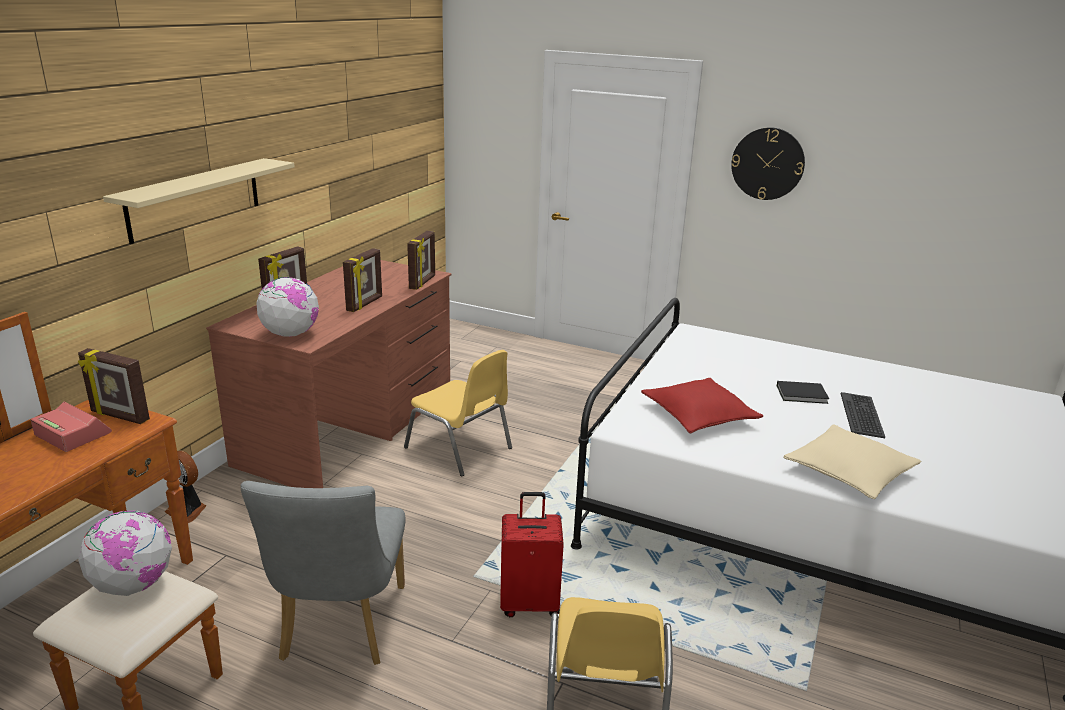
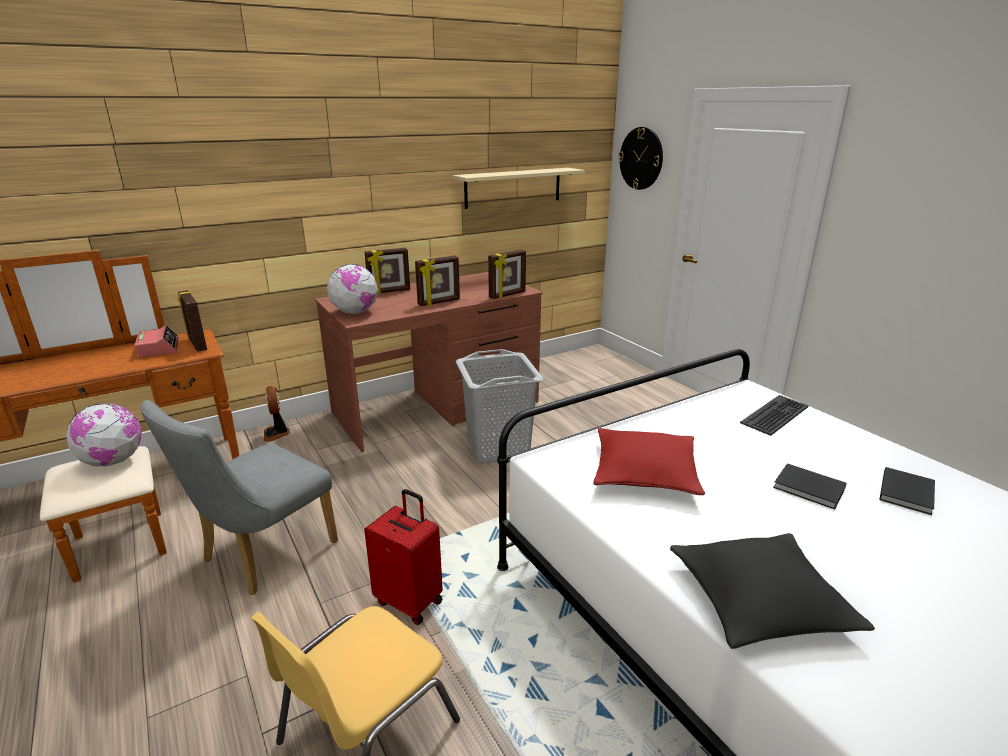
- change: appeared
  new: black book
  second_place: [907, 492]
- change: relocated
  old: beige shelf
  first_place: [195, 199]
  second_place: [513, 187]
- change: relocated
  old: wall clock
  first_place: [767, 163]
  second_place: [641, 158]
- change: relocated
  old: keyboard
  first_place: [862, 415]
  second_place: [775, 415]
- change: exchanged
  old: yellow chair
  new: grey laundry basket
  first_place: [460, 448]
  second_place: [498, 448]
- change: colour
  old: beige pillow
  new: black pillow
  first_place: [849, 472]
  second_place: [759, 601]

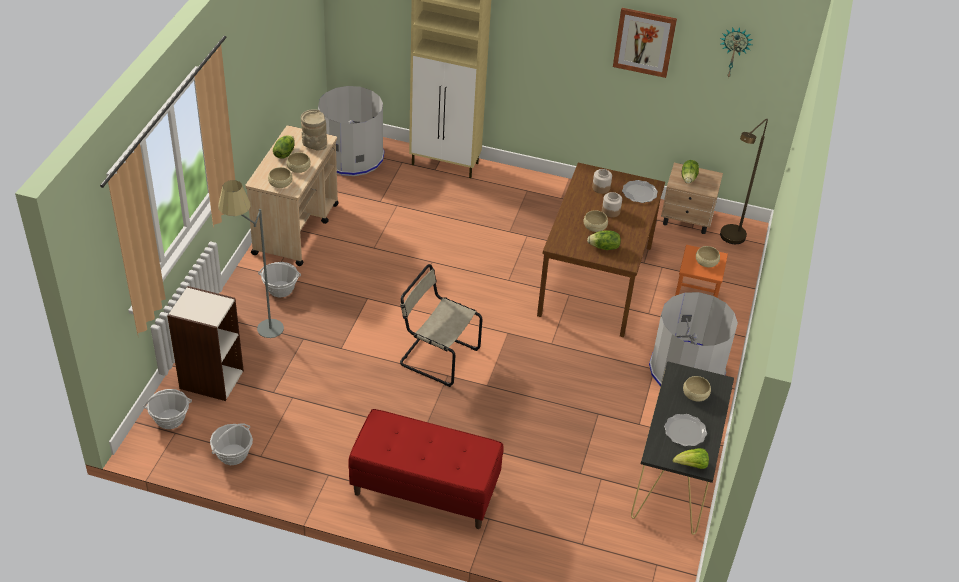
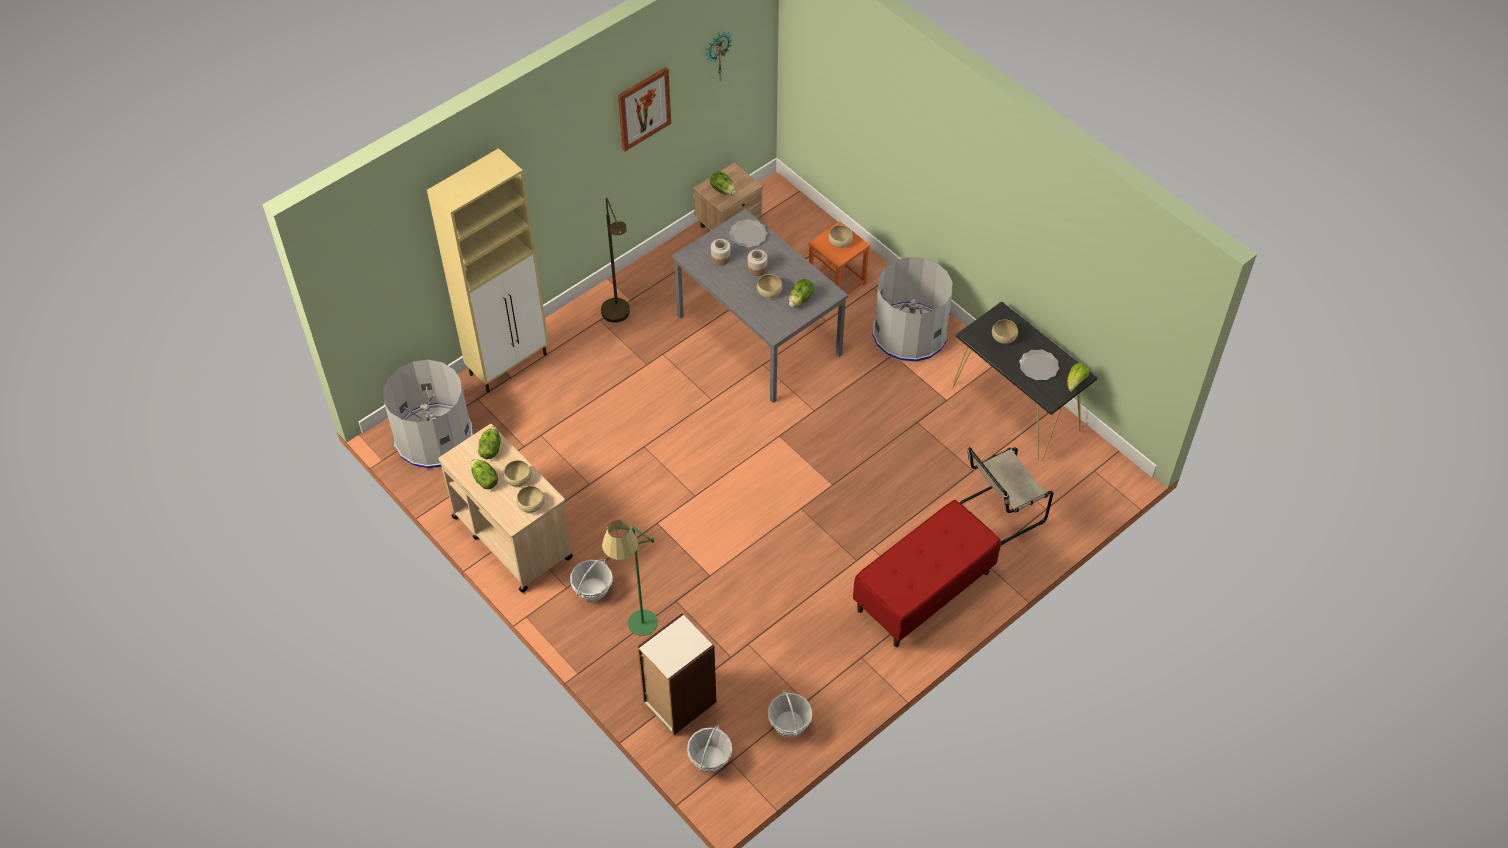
- change: relocated
  old: beige chair
  first_place: [436, 356]
  second_place: [999, 514]
- change: relocated
  old: brown floor lamp
  first_place: [729, 240]
  second_place: [619, 317]
- change: exchanged
  old: beige vase
  new: lettuce
  first_place: [314, 145]
  second_place: [490, 449]
- change: colour
  old: grey floor lamp
  new: green floor lamp
  first_place: [258, 330]
  second_place: [637, 634]
- change: colour
  old: brown dining table
  new: grey dining table
  first_place: [596, 281]
  second_place: [760, 335]

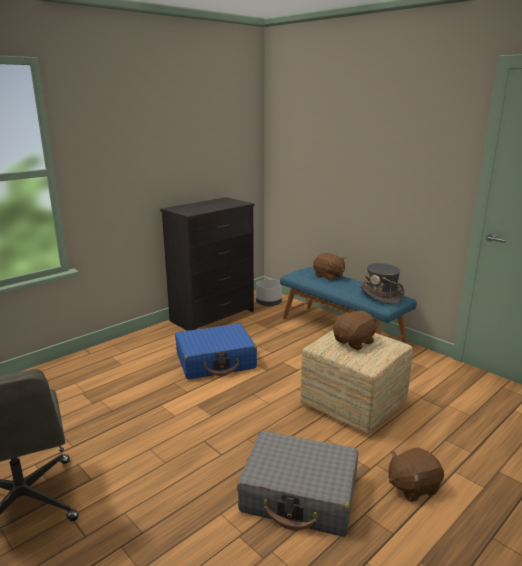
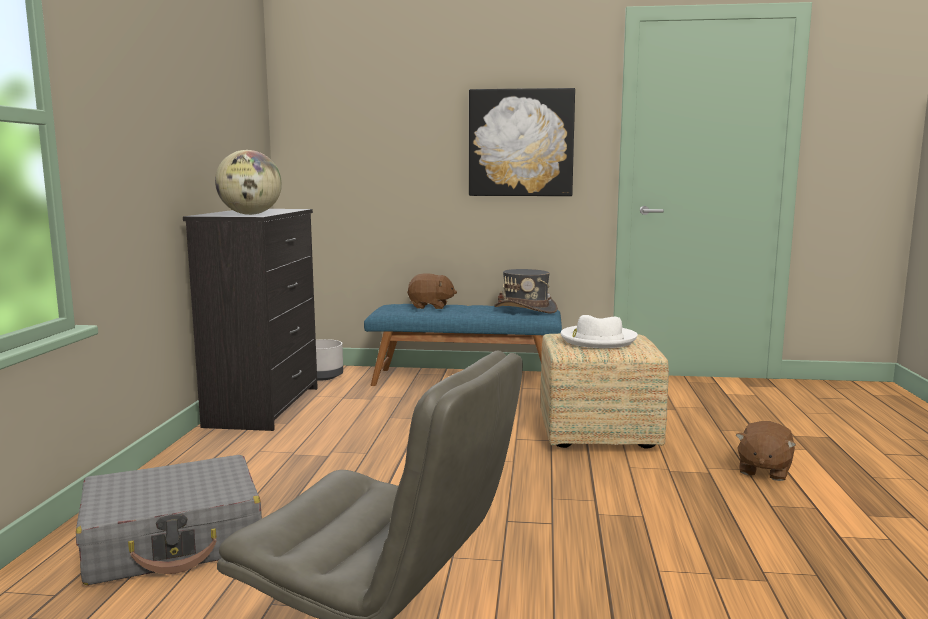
- change: missing
  old: blue suitcase
  first_place: [216, 361]
- change: appeared
  new: globe
  second_place: [250, 214]
- change: appeared
  new: picture
  second_place: [521, 143]
- change: relocated
  old: grey suitcase
  first_place: [299, 495]
  second_place: [175, 541]
- change: exchanged
  old: brown plush toy
  new: white hat
  first_place: [354, 342]
  second_place: [597, 340]

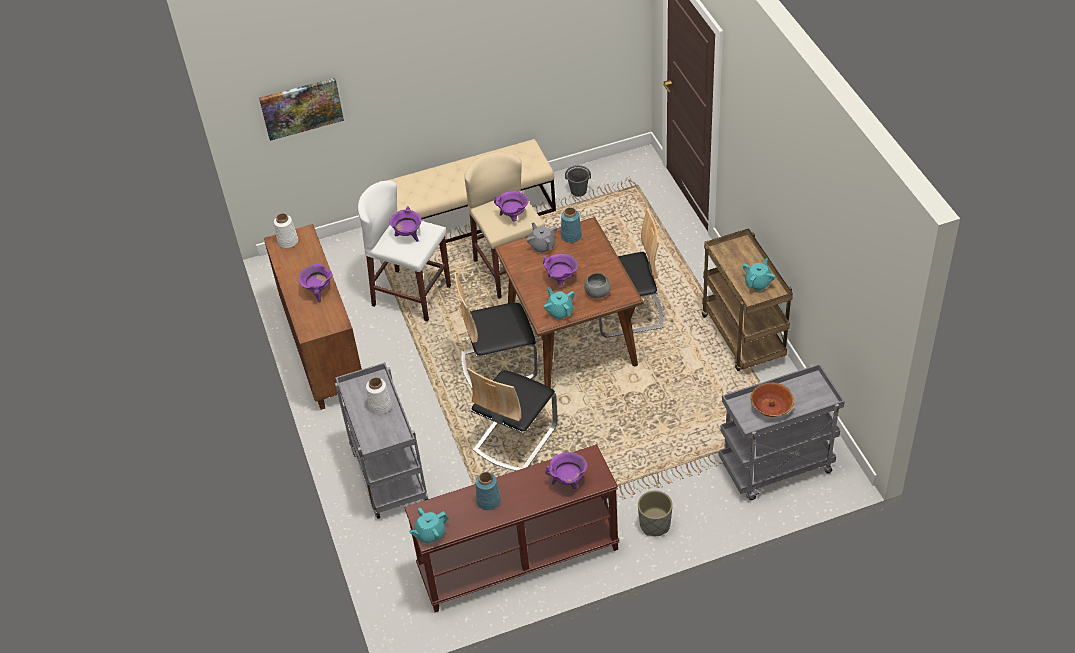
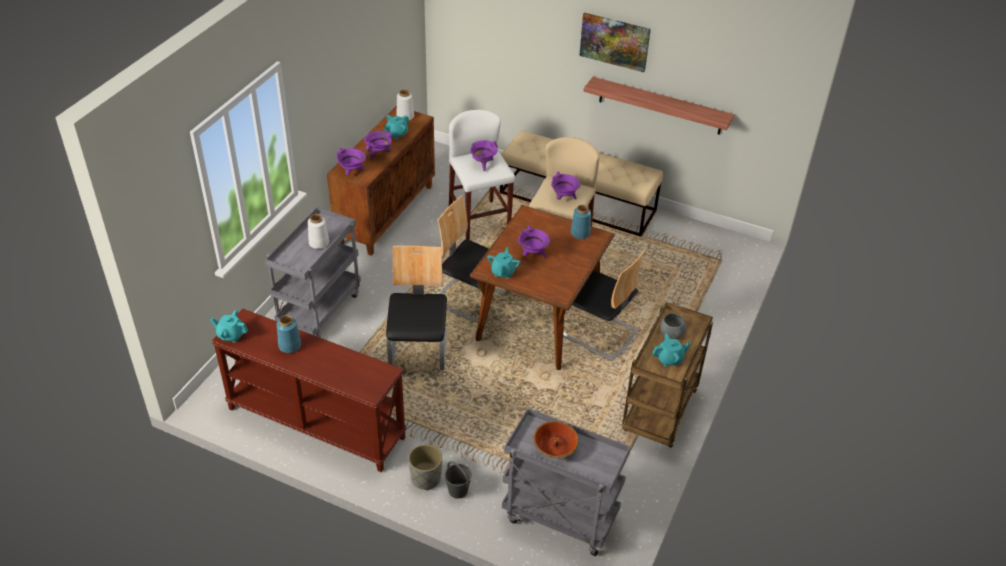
- change: missing
  old: grey teapot
  first_place: [542, 246]
- change: appeared
  new: turquoise teapot
  second_place: [396, 134]
- change: appeared
  new: shelf
  second_place: [660, 106]
- change: relocated
  old: picture
  first_place: [301, 108]
  second_place: [615, 41]
- change: relocated
  old: purple cooking pot
  first_place: [568, 482]
  second_place: [352, 172]
- change: relocated
  old: grey bucket
  first_place: [579, 191]
  second_place: [458, 491]
- change: relocated
  old: grey bowl
  first_place: [597, 293]
  second_place: [671, 334]
- change: spun
  old: chair
  first_place: [514, 438]
  second_place: [419, 350]
  degrees: 105

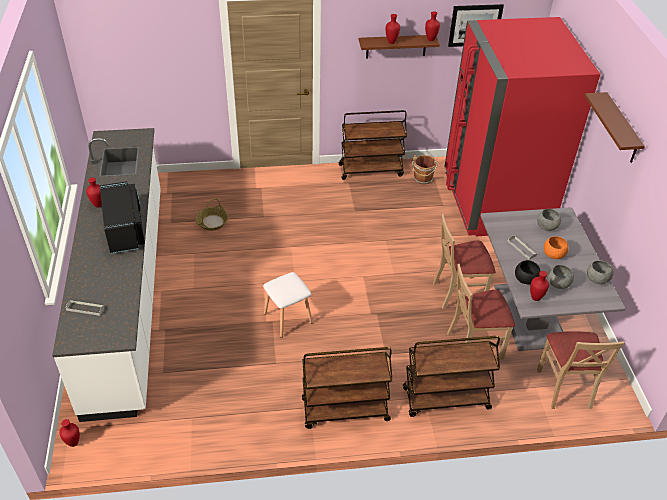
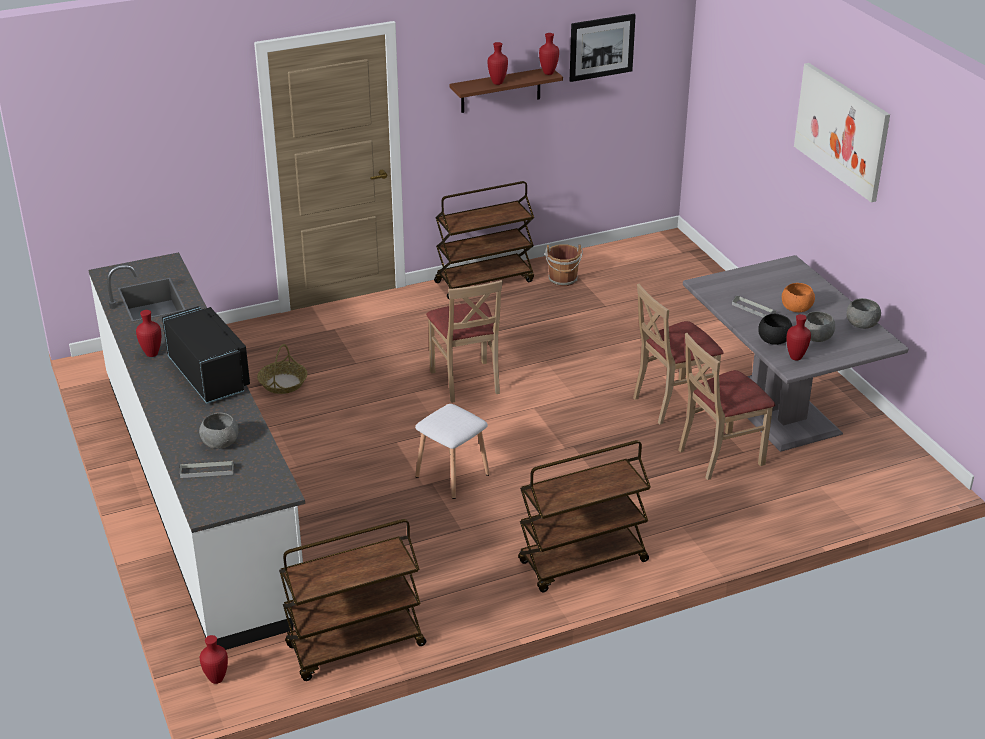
- change: missing
  old: red fridge
  first_place: [496, 201]
- change: relocated
  old: brown cart
  first_place: [445, 399]
  second_place: [355, 647]
- change: relocated
  old: grey bowl
  first_place: [547, 226]
  second_place: [220, 443]
- change: relocated
  old: beige chair
  first_place: [565, 388]
  second_place: [466, 381]
- change: exchanged
  old: brown shelf
  new: picture
  first_place: [621, 129]
  second_place: [841, 130]

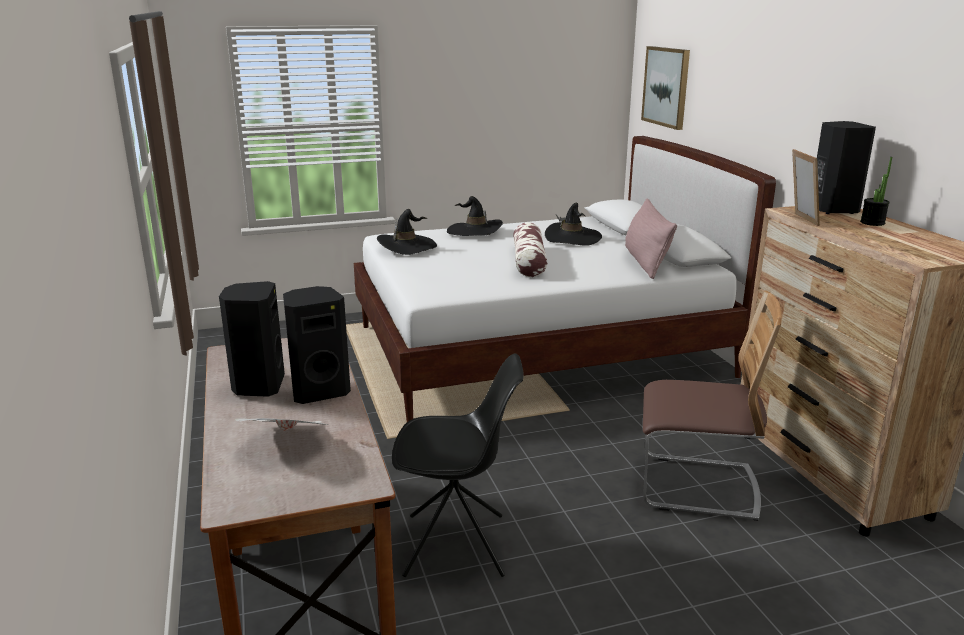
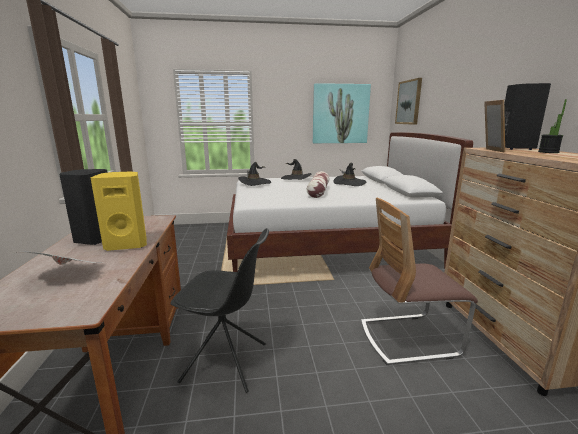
- change: missing
  old: pink pillow
  first_place: [645, 262]
- change: appeared
  new: picture
  second_place: [340, 114]
- change: colour
  old: black speaker
  new: yellow speaker
  first_place: [319, 391]
  second_place: [128, 244]
- change: spun
  old: chair
  first_place: [697, 487]
  second_place: [408, 338]
  degrees: 150

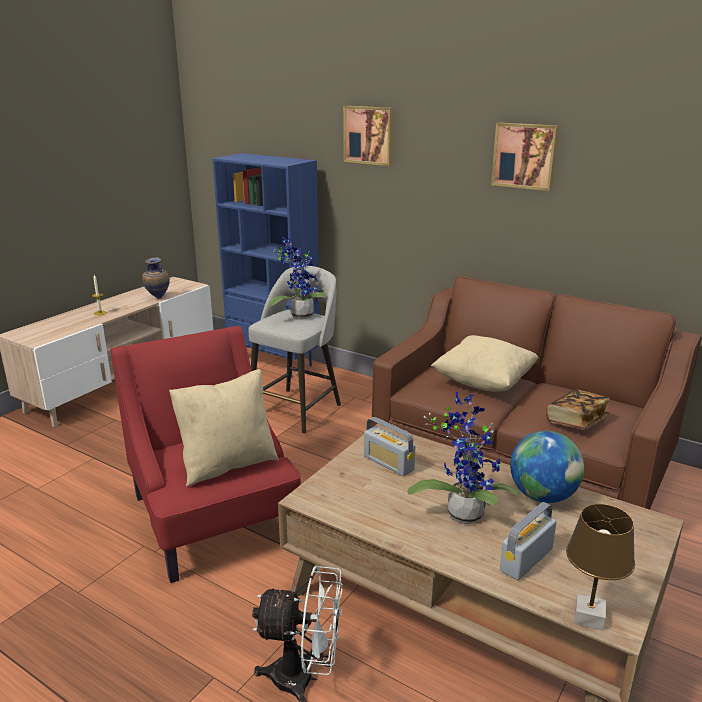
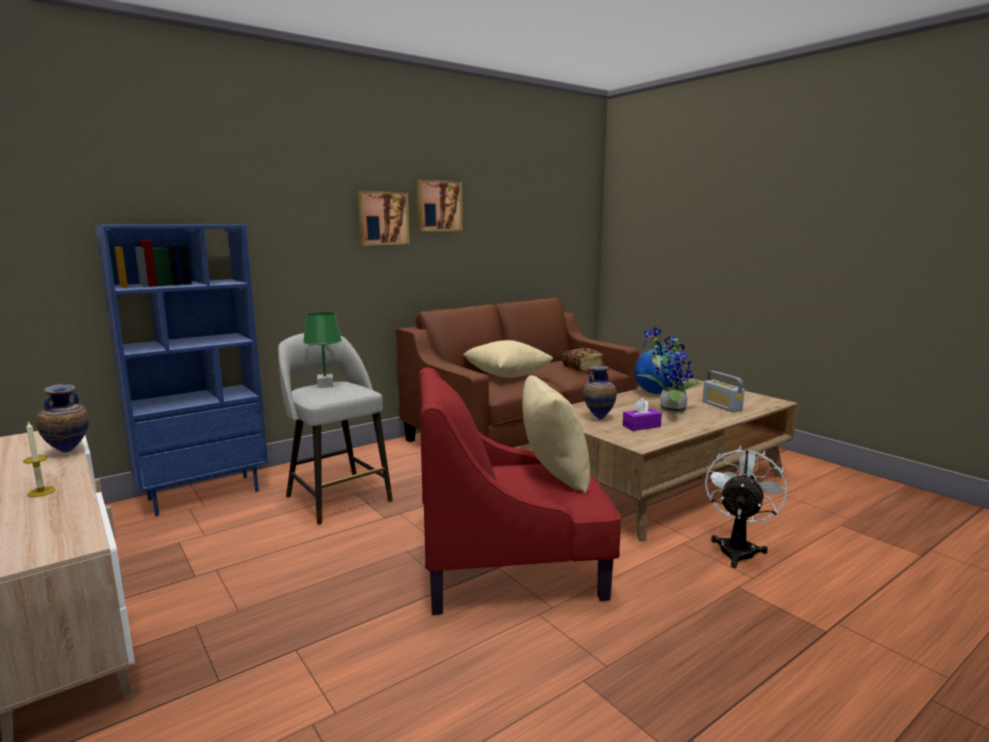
- change: missing
  old: brown table lamp
  first_place: [589, 618]
- change: appeared
  new: purple tissue box
  second_place: [641, 426]
- change: relocated
  old: picture
  first_place: [369, 135]
  second_place: [383, 218]
- change: exchanged
  old: potted plant
  new: green table lamp
  first_place: [300, 315]
  second_place: [325, 385]
- change: exchanged
  old: radio
  new: vase
  first_place: [388, 463]
  second_place: [598, 418]

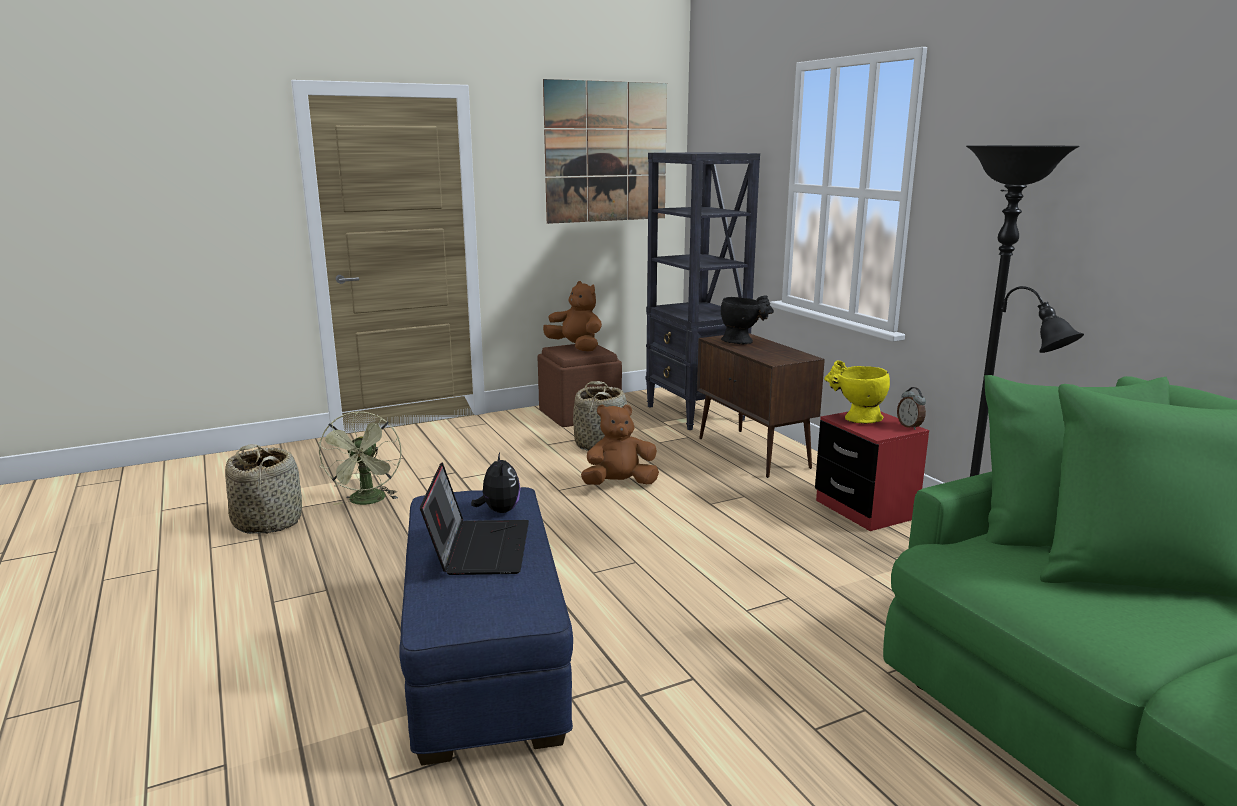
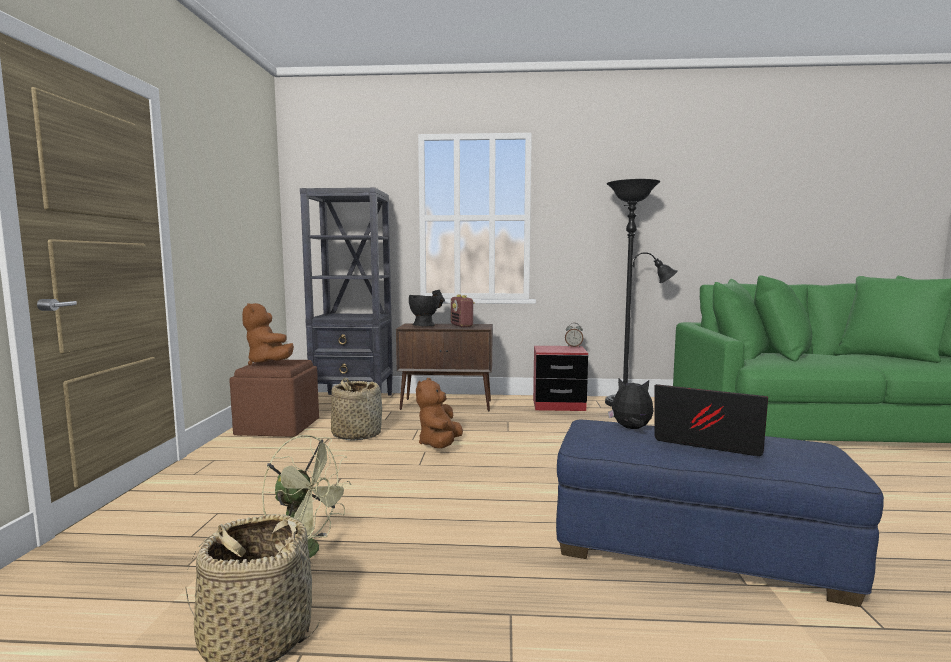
- change: missing
  old: picture
  first_place: [606, 152]
- change: missing
  old: yellow vase
  first_place: [856, 419]
- change: appeared
  new: radio
  second_place: [462, 326]
- change: spun
  old: brown plush toy
  first_place: [576, 347]
  second_place: [268, 363]
  degrees: -105

